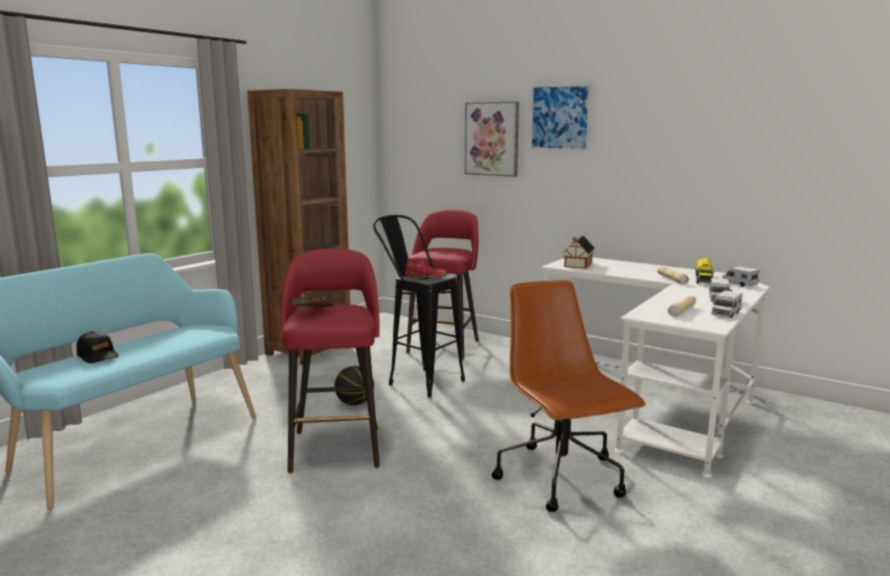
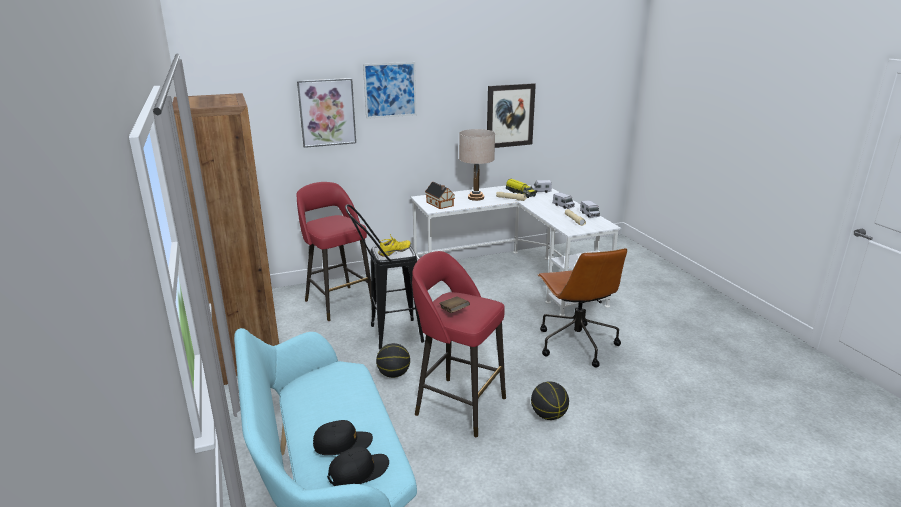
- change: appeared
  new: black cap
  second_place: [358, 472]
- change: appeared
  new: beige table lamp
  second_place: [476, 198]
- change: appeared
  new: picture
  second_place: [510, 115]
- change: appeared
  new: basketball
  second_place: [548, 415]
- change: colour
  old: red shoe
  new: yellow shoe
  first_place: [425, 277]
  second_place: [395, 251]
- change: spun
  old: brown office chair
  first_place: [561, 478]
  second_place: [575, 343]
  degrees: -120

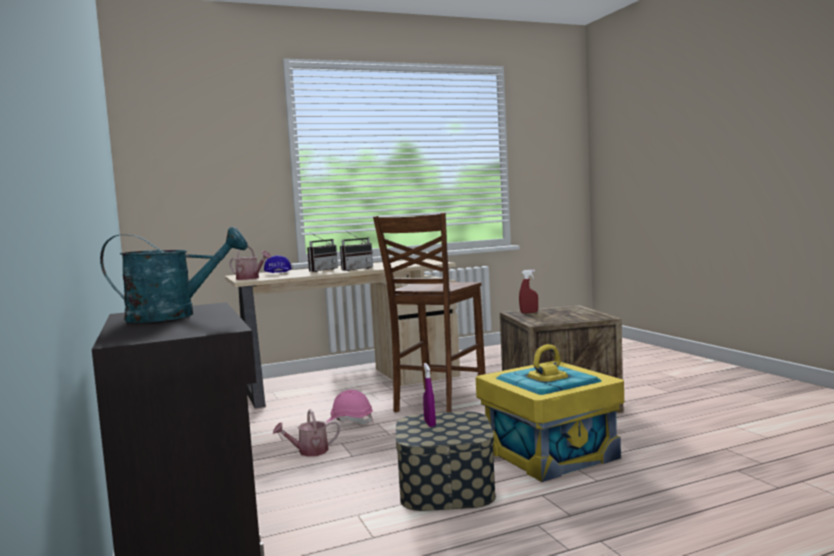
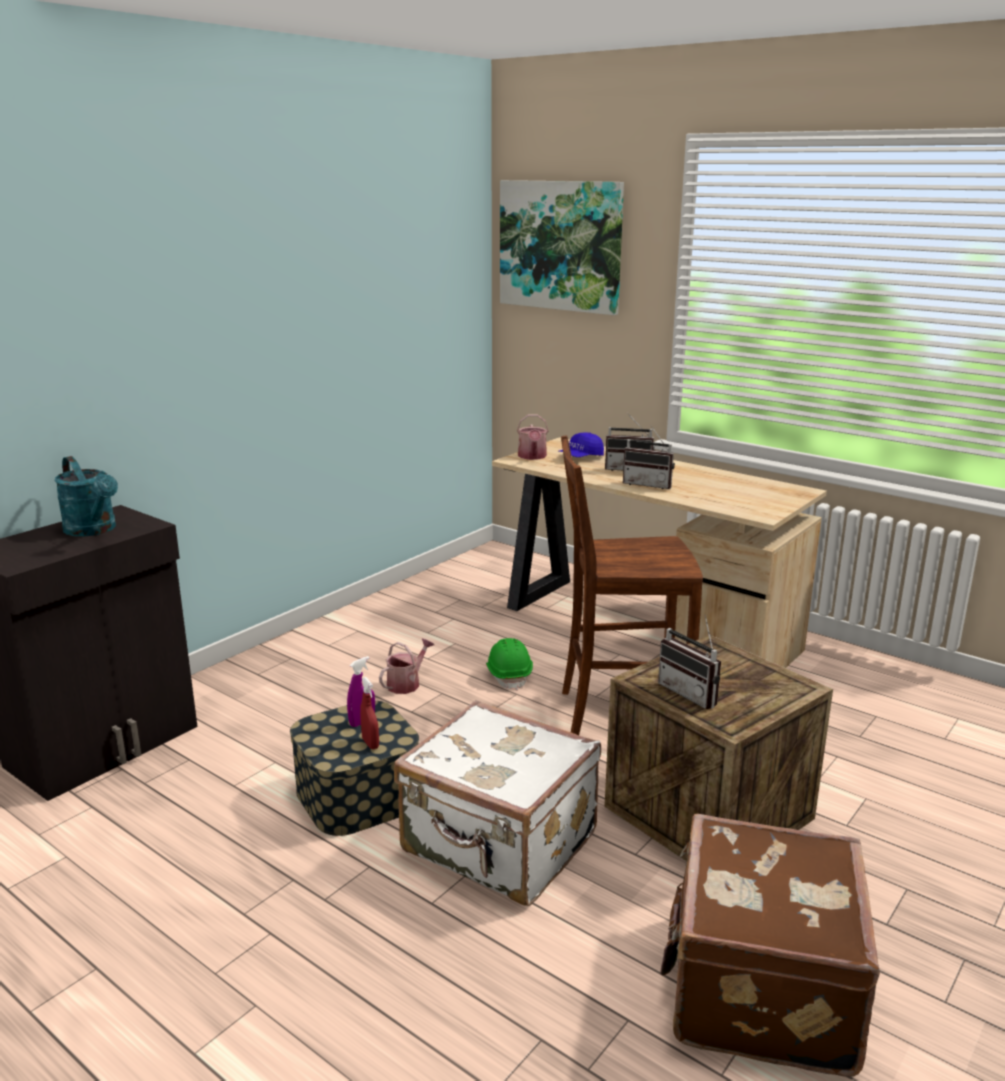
- change: appeared
  new: picture
  second_place: [560, 246]
- change: appeared
  new: radio
  second_place: [693, 693]
- change: appeared
  new: brown suitcase
  second_place: [758, 989]
- change: relocated
  old: red spray bottle
  first_place: [529, 312]
  second_place: [370, 743]
- change: exchanged
  old: yellow storage box
  new: white suitcase
  first_place: [549, 453]
  second_place: [499, 845]
- change: colour
  old: pink hard hat
  new: green hard hat
  first_place: [350, 421]
  second_place: [509, 675]
- change: spun
  old: watering can
  first_place: [309, 452]
  second_place: [406, 683]
  degrees: 90

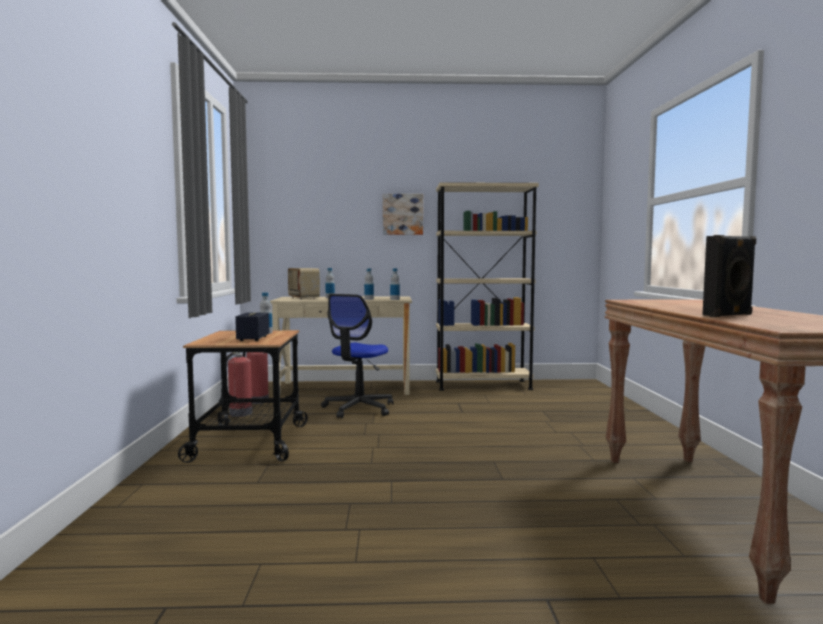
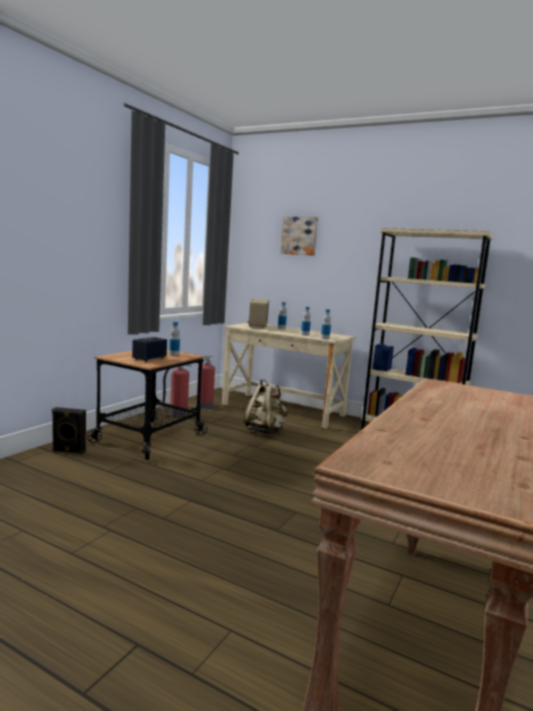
- change: relocated
  old: picture
  first_place: [402, 214]
  second_place: [299, 236]
- change: relocated
  old: black speaker
  first_place: [728, 315]
  second_place: [68, 451]
- change: exchanged
  old: office chair
  new: beige backpack
  first_place: [358, 408]
  second_place: [265, 431]

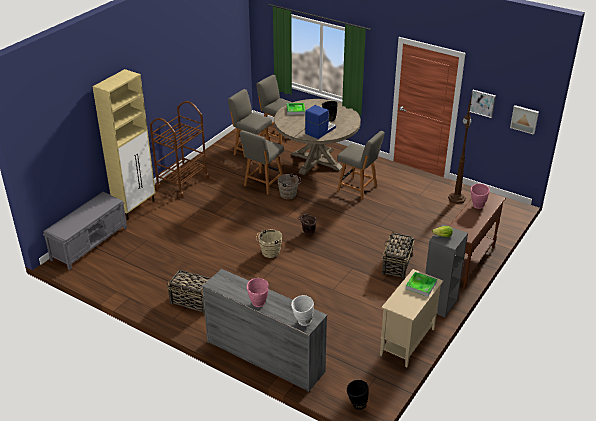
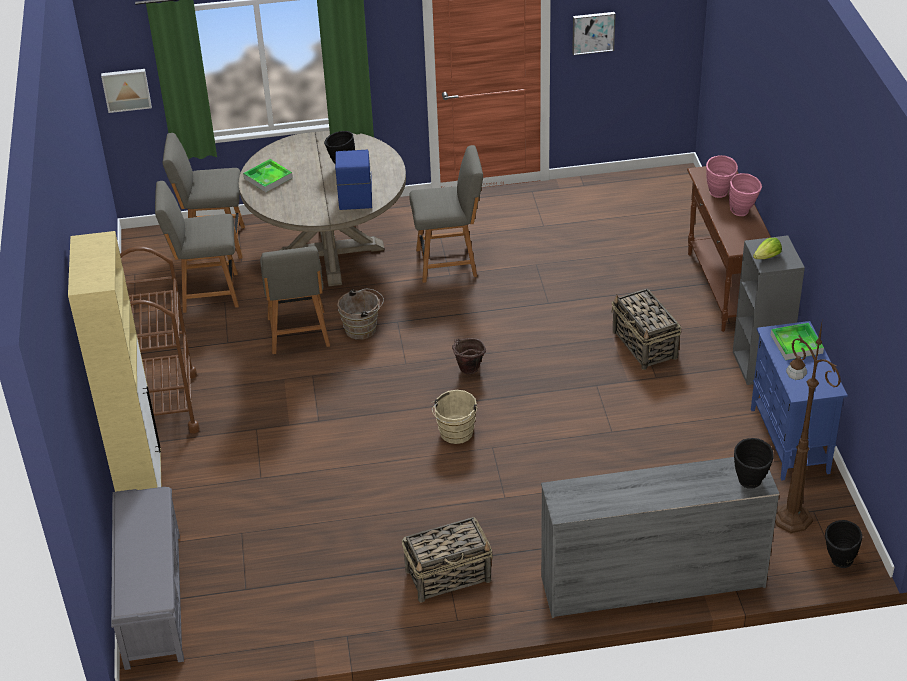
- change: relocated
  old: pink vase
  first_place: [258, 305]
  second_place: [743, 213]
- change: relocated
  old: brown floor lamp
  first_place: [457, 197]
  second_place: [790, 516]
- change: relocated
  old: picture
  first_place: [524, 119]
  second_place: [126, 89]
- change: colour
  old: white vase
  new: black vase
  first_place: [302, 323]
  second_place: [750, 484]
- change: colour
  old: beige cabinet
  new: blue cabinet
  first_place: [407, 342]
  second_place: [790, 441]

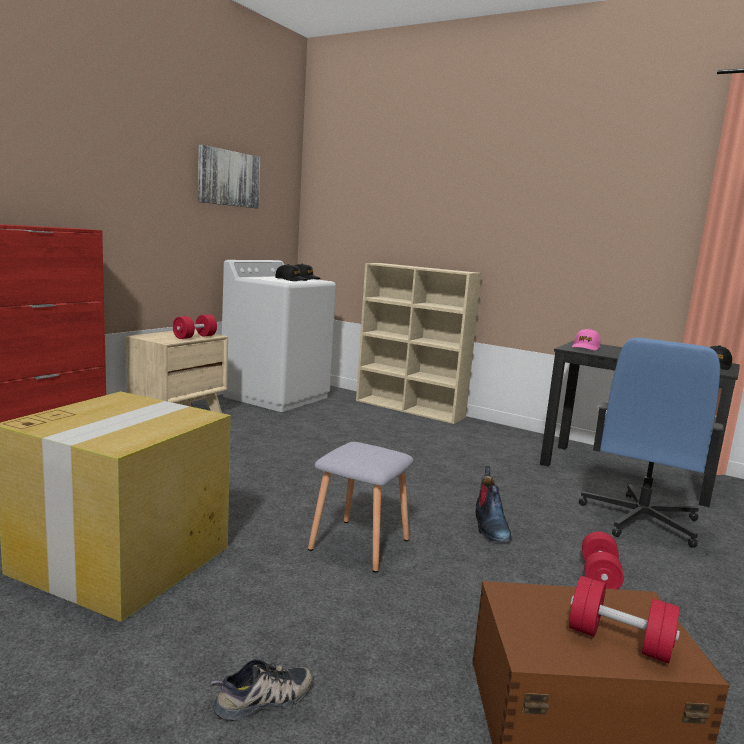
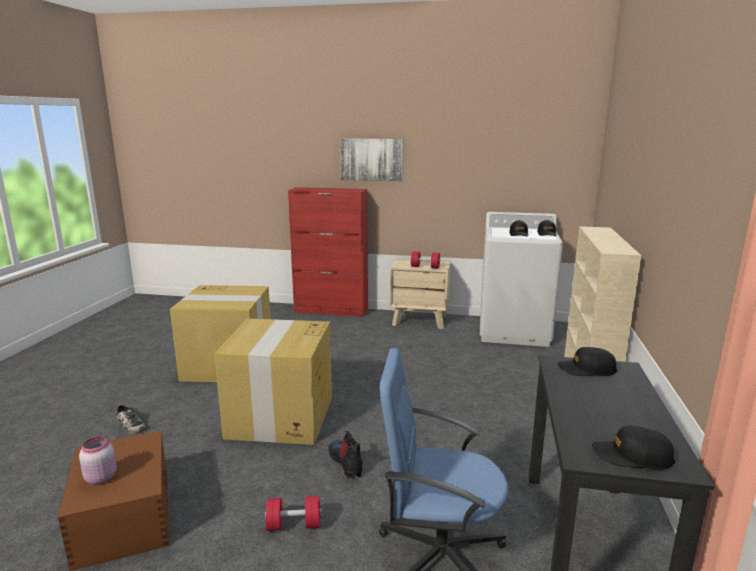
- change: relocated
  old: picture
  first_place: [228, 178]
  second_place: [372, 159]
- change: exchanged
  old: grey stool
  new: cardboard box
  first_place: [359, 545]
  second_place: [280, 417]
- change: exchanged
  old: red dumbbell
  new: pink jar
  first_place: [618, 641]
  second_place: [101, 477]
- change: colour
  old: pink cap
  new: black cap
  first_place: [585, 347]
  second_place: [586, 369]
- change: spun
  old: boot
  first_place: [490, 527]
  second_place: [346, 462]
  degrees: 90

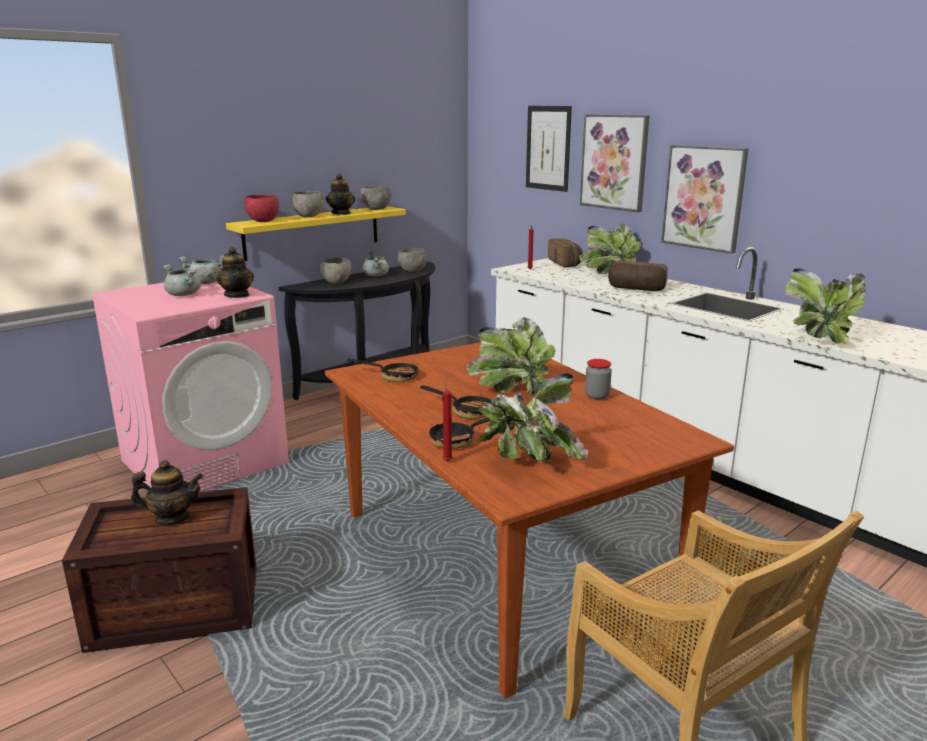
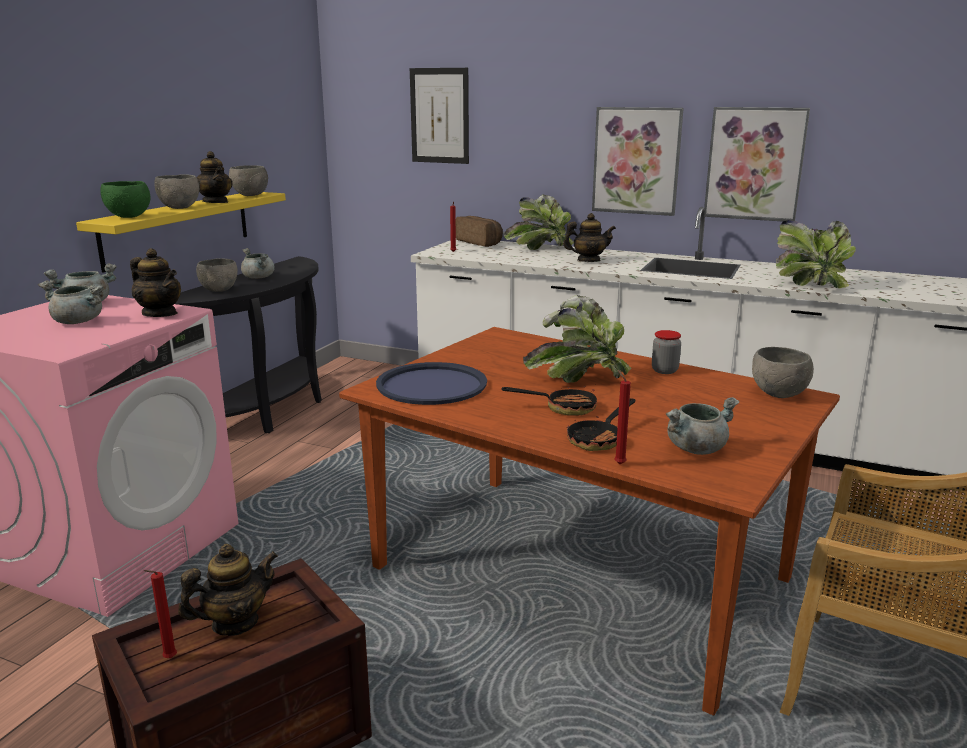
- change: appeared
  new: red candle
  second_place: [168, 659]
- change: relocated
  old: grey bowl
  first_place: [412, 271]
  second_place: [779, 395]
- change: relocated
  old: picture
  first_place: [614, 162]
  second_place: [755, 164]
- change: exchanged
  old: frying pan
  new: blue tray
  first_place: [393, 376]
  second_place: [431, 385]
- change: exchanged
  old: potted plant
  new: grey cooking pot
  first_place: [526, 462]
  second_place: [696, 448]
- change: exchanged
  old: bread
  new: teapot
  first_place: [636, 289]
  second_place: [588, 260]
- change: colour
  old: red bowl
  new: green bowl
  first_place: [263, 221]
  second_place: [129, 217]

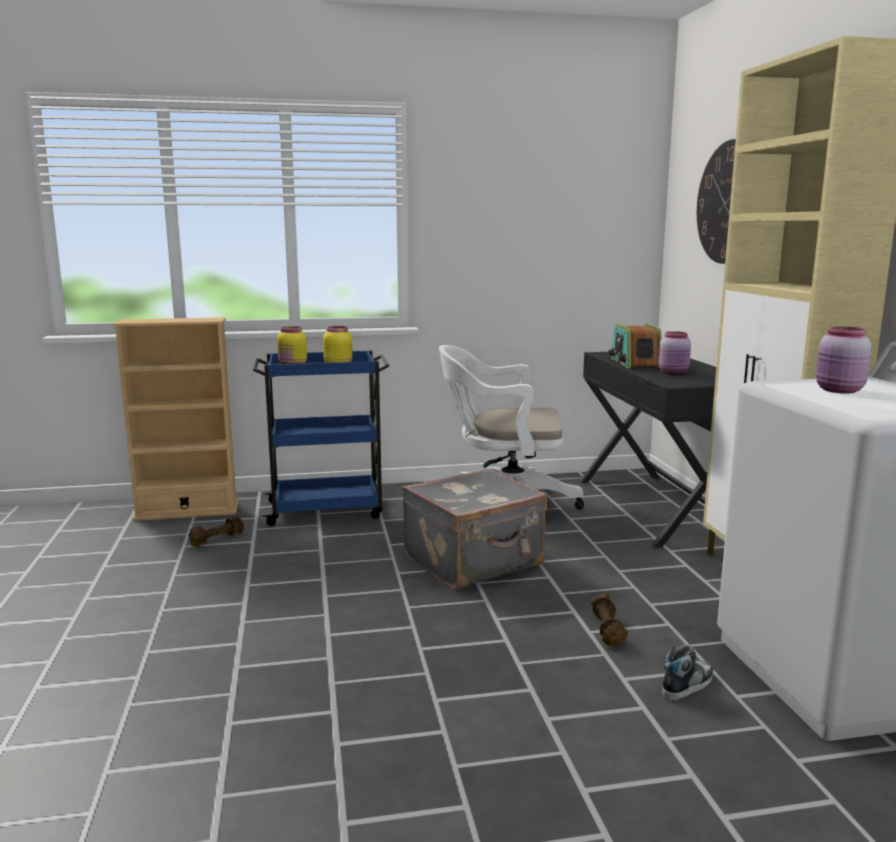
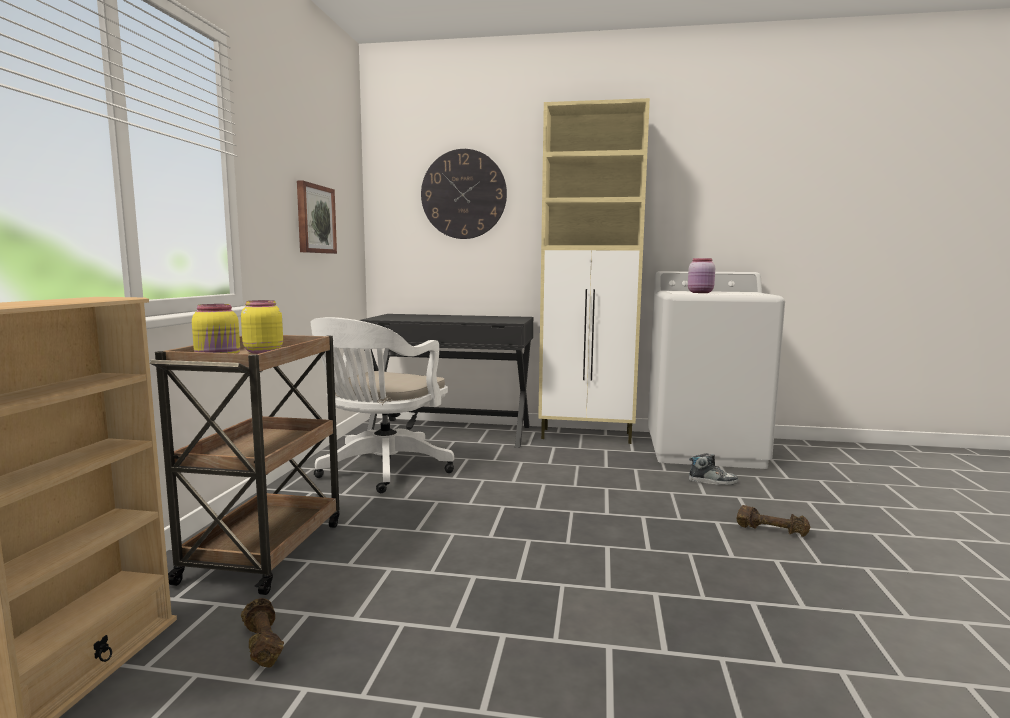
- change: missing
  old: grey suitcase
  first_place: [475, 562]
- change: missing
  old: radio
  first_place: [634, 363]
- change: missing
  old: pink jar
  first_place: [674, 372]
- change: appeared
  new: picture
  second_place: [315, 219]
- change: relocated
  old: brown dumbbell
  first_place: [608, 630]
  second_place: [771, 530]
- change: colour
  old: blue cart
  new: brown cart
  first_place: [327, 509]
  second_place: [265, 550]
- change: spun
  old: shoe
  first_place: [687, 685]
  second_place: [712, 481]
  degrees: 120

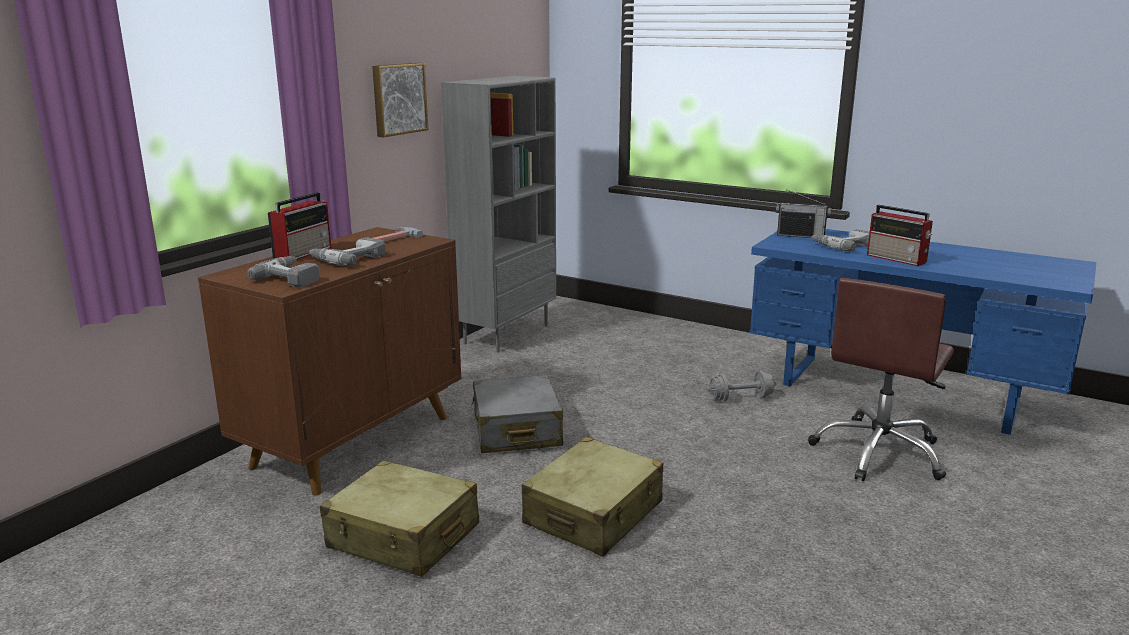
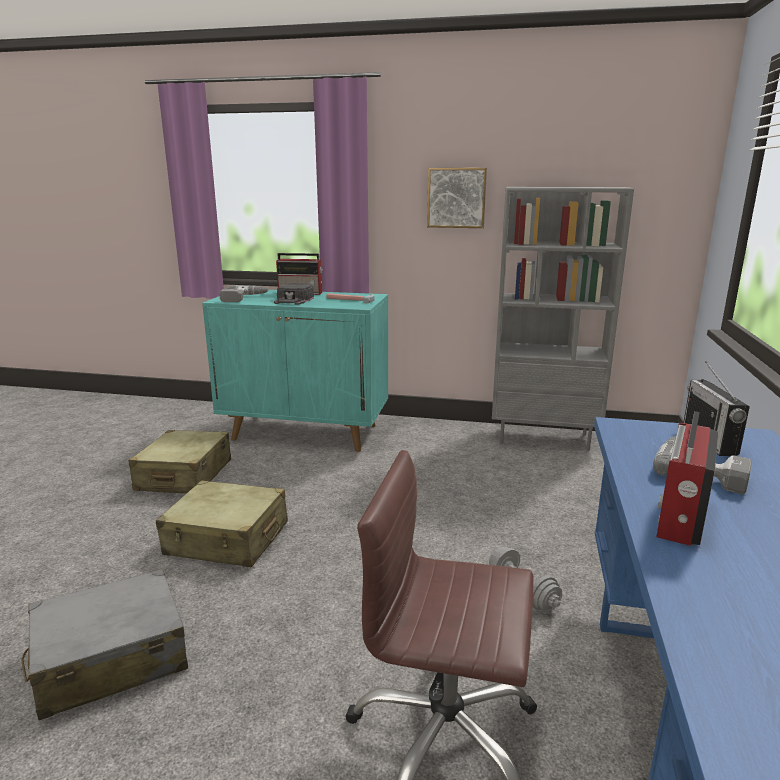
- change: relocated
  old: grey suitcase
  first_place: [516, 431]
  second_place: [110, 659]
- change: exchanged
  old: power drill
  new: black cap
  first_place: [348, 258]
  second_place: [294, 300]
- change: colour
  old: brown cabinet
  new: turquoise cabinet
  first_place: [354, 441]
  second_place: [306, 432]

